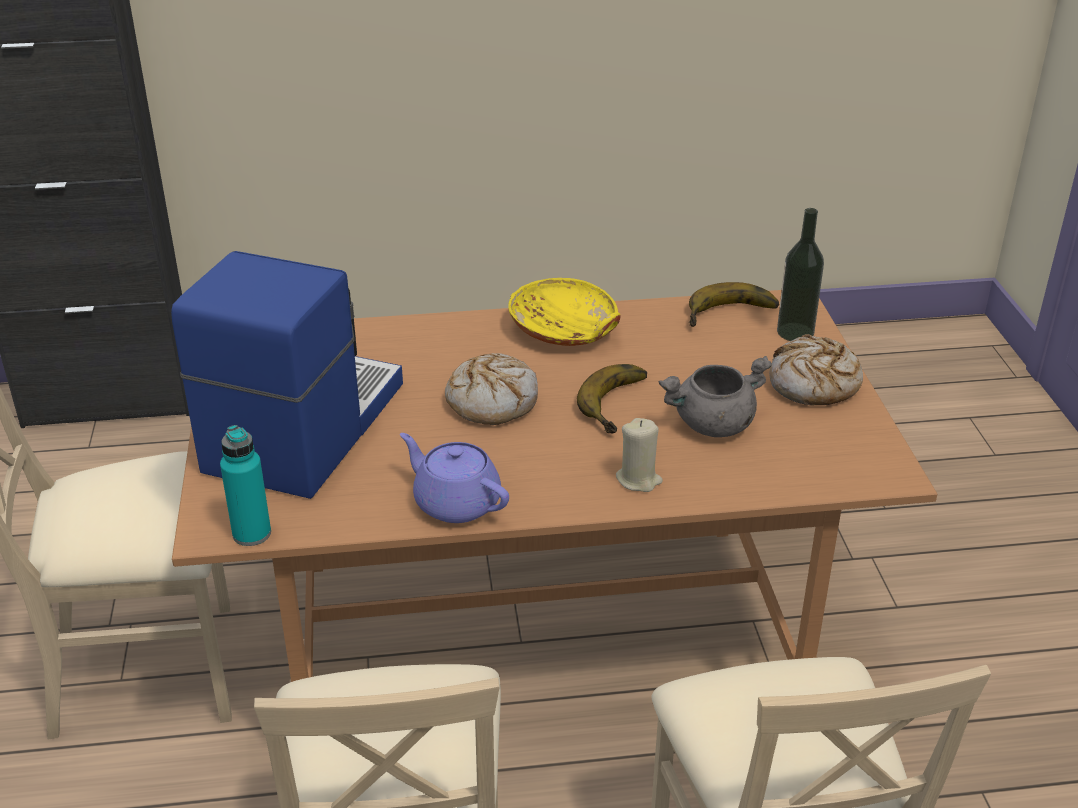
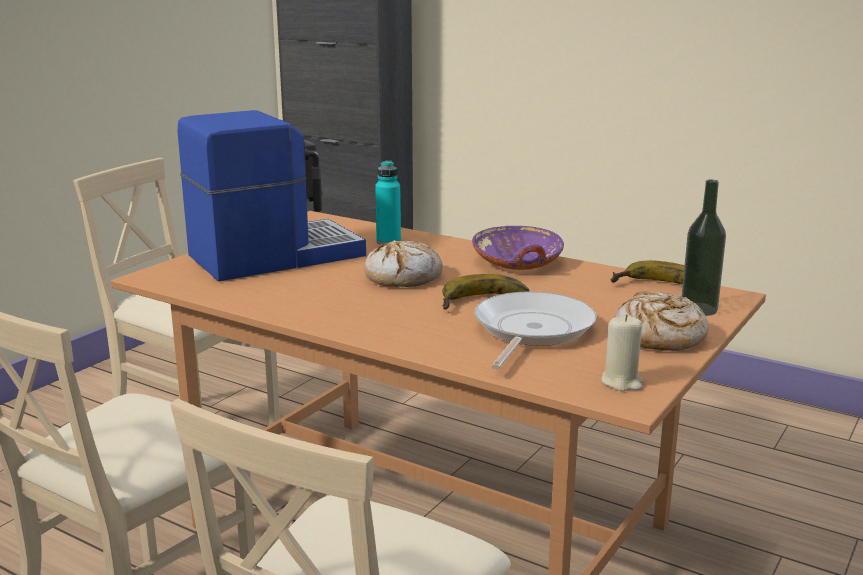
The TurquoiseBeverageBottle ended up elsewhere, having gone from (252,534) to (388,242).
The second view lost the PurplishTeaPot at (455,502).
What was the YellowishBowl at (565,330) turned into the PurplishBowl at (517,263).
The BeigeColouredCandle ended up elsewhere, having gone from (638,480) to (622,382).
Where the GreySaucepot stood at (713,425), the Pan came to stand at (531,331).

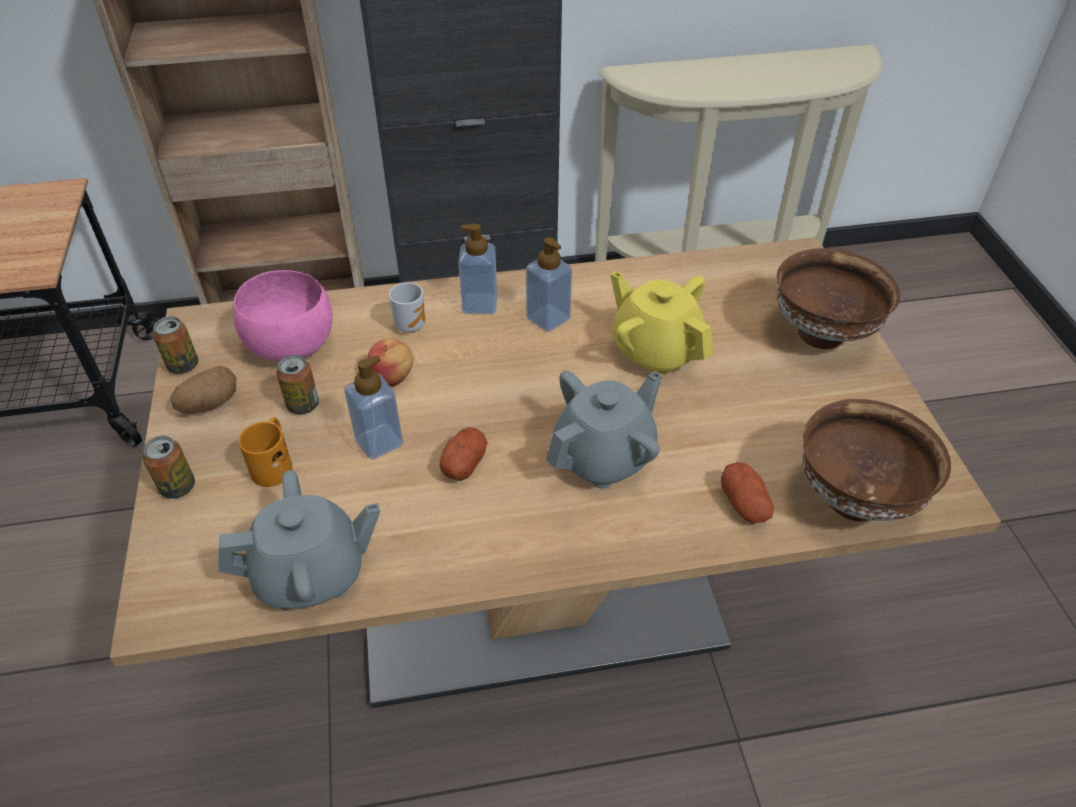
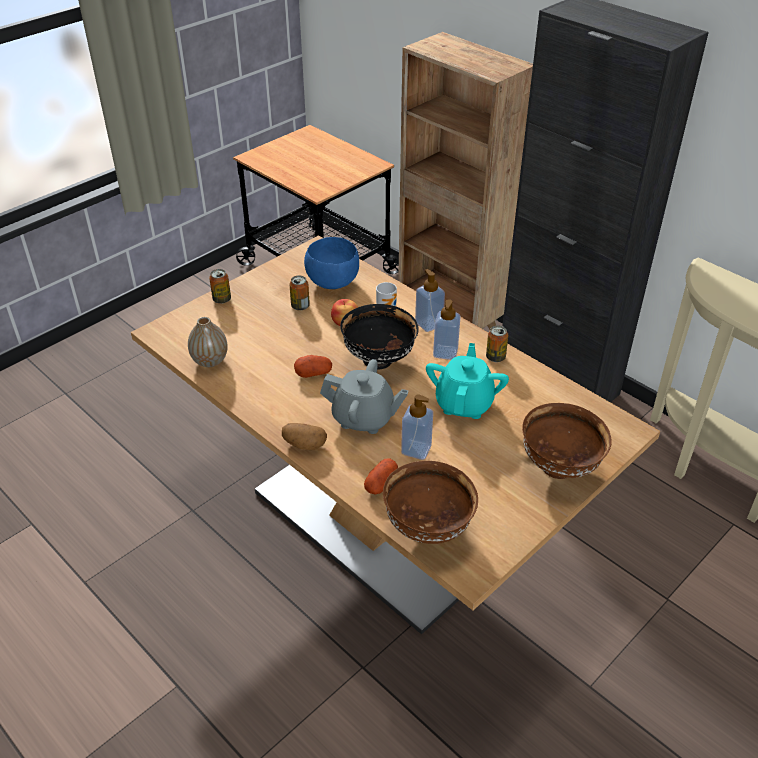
The MetalCan ended up elsewhere, having gone from (183,365) to (495,357).
The WholePotato ended up elsewhere, having gone from (209,404) to (304,445).
Where the GreyTeaPot stood at (311,574), the FlowerVase came to stand at (210,361).
What was the PinkishBowl at (290,346) turned into the BlueColouredBowl at (332,282).
The second view lost the OrangeyMug at (274,463).
The SoapDispenser ended up elsewhere, having gone from (379,442) to (416,449).
What was the YellowishTeaPot at (656,351) turned into the TurquoiseTeaPot at (464,403).
The second view gained the BlackishBowl at (379,359).

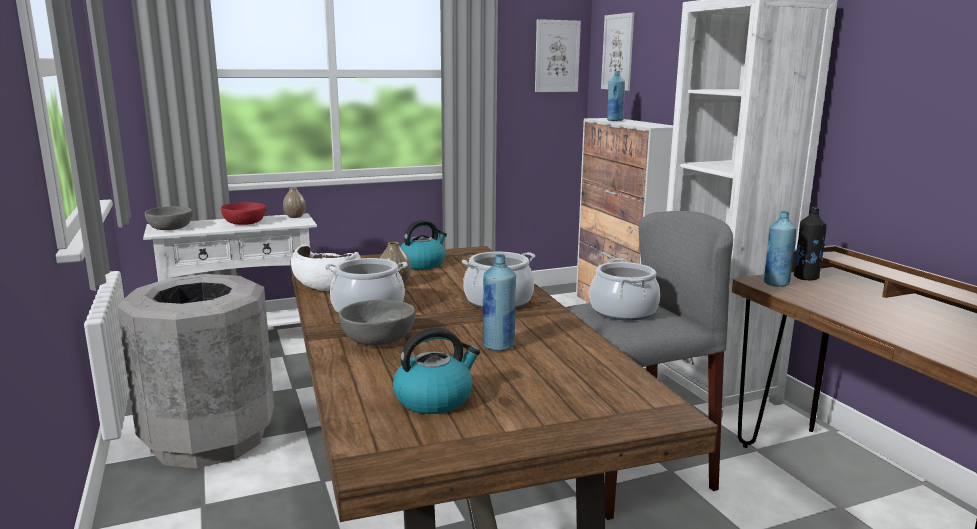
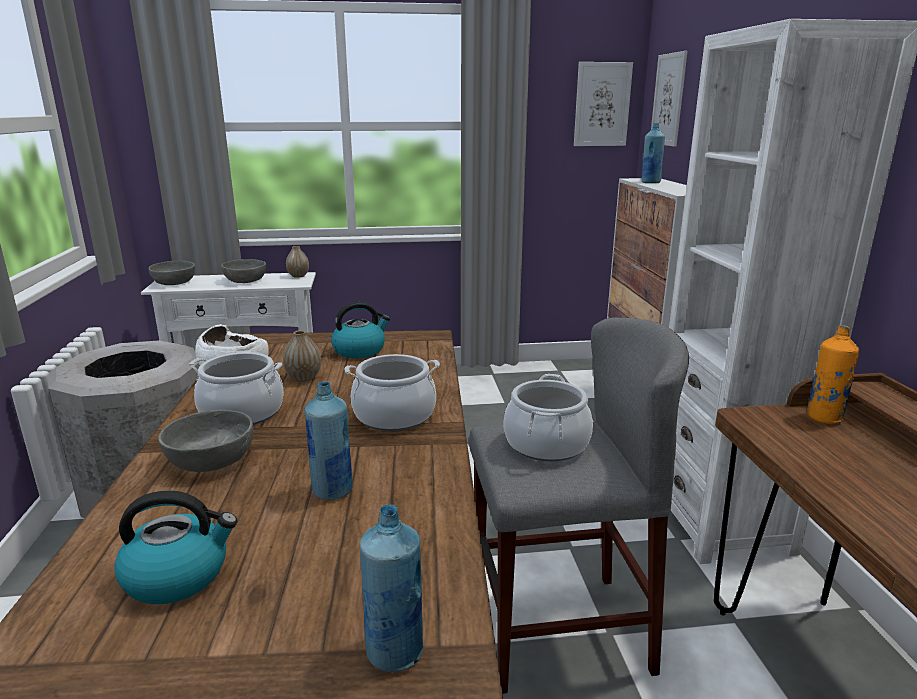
What was the ReddishBowl at (245,222) turned into the GreyBowl at (246,280).
The BlueColouredBeverageBottle ended up elsewhere, having gone from (776,283) to (395,651).
What was the BlackishBeverageBottle at (806,277) turned into the OrangeyBeverageBottle at (824,418).

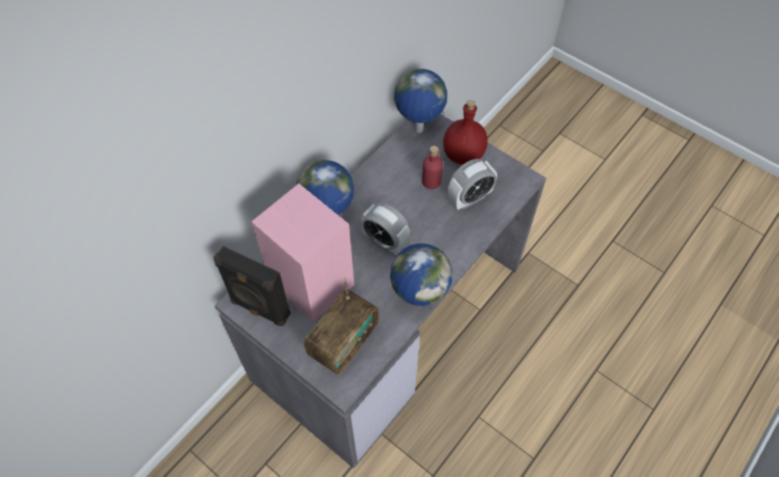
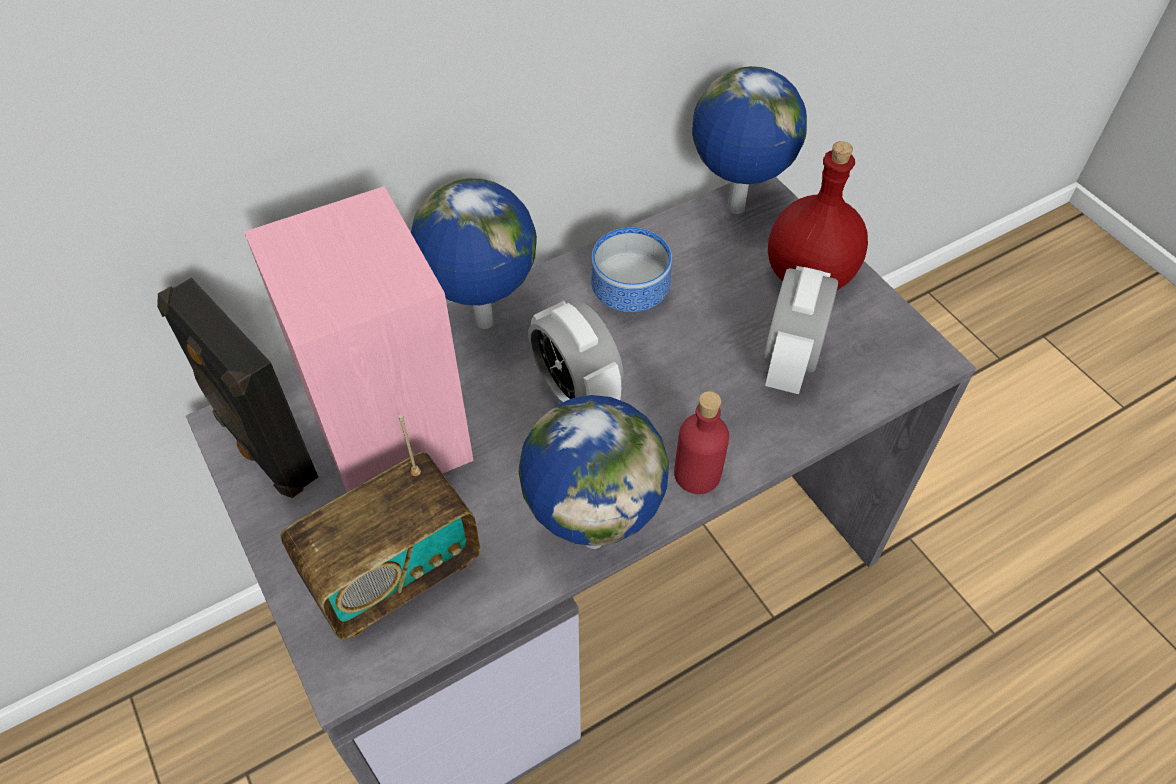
The ReddishBeverageBottle ended up elsewhere, having gone from (431,181) to (697,474).
The TableClock at (469,198) ended up facing another way, 120 degrees clockwise from before.
The second view gained the Bowl at (633,293).

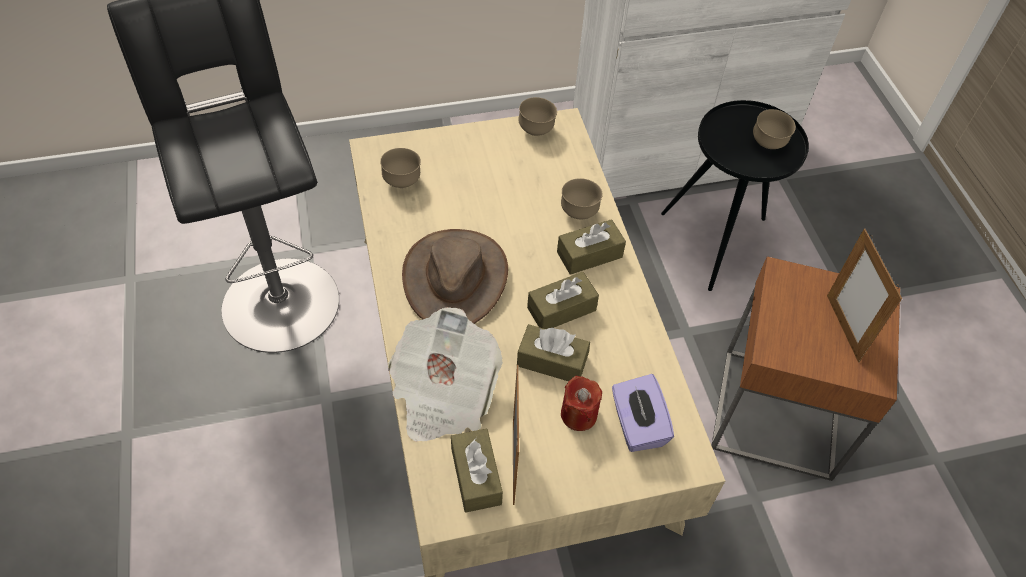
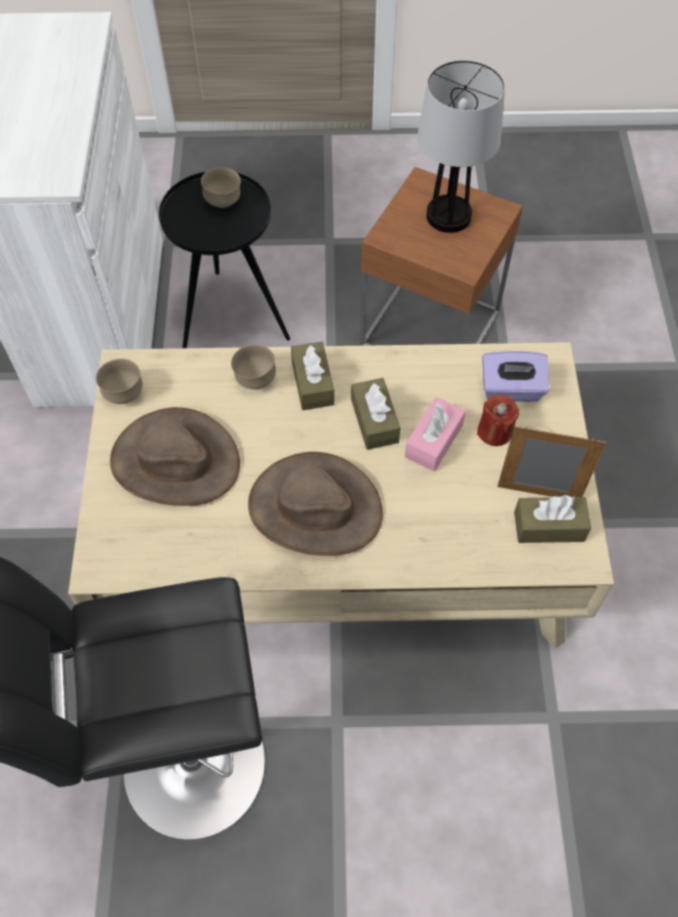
The second view lost the BrownBowl at (402,182).
The second view lost the DailyPaper at (443,393).
What was the BrownBoxOfTissues at (552,361) turned into the PinkishBoxOfTissues at (433,441).
Where the PictureFrame stood at (843,328), the TabletopLamp came to stand at (449,215).
The second view gained the BrownHat at (175,461).

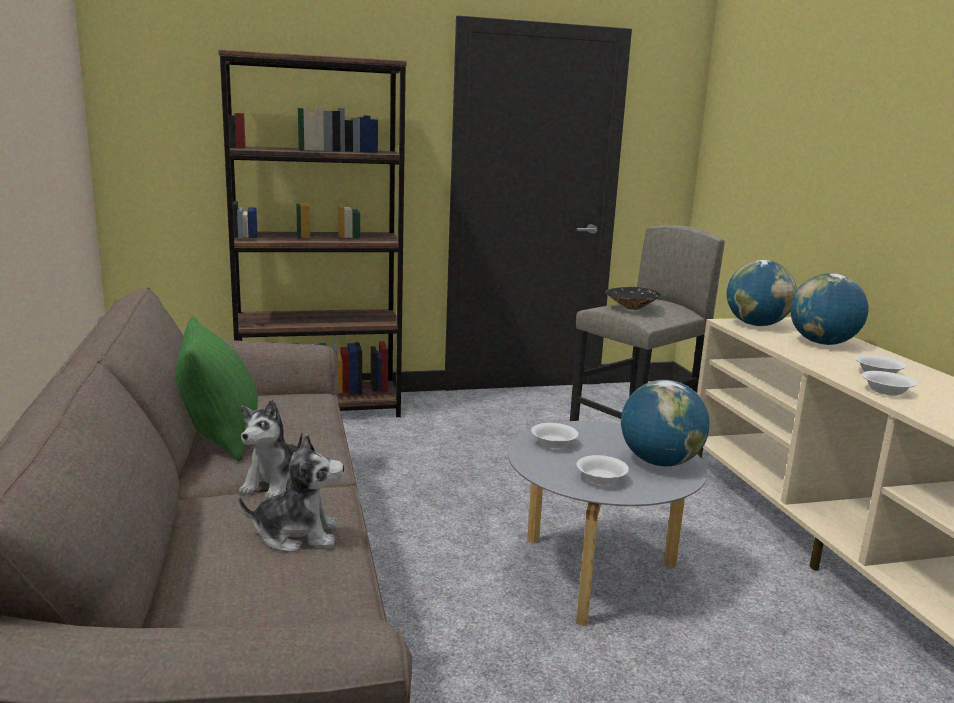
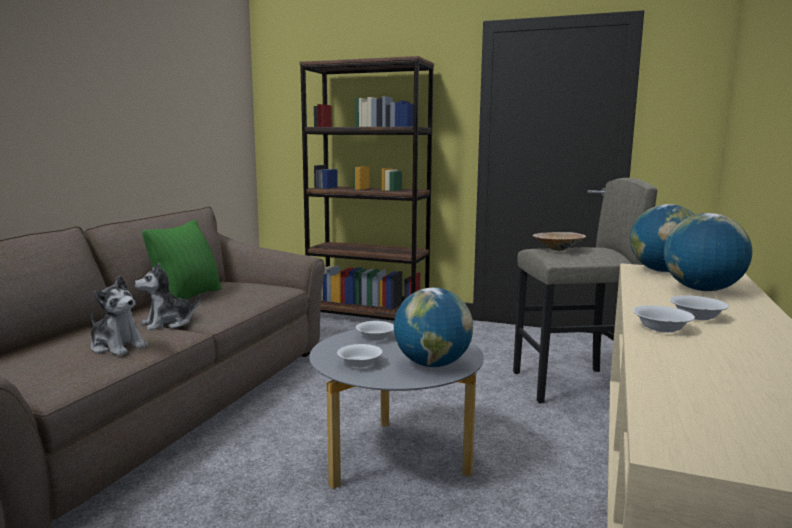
What was the BlackishBowl at (630,308) turned into the BeigeColouredBowl at (557,249).

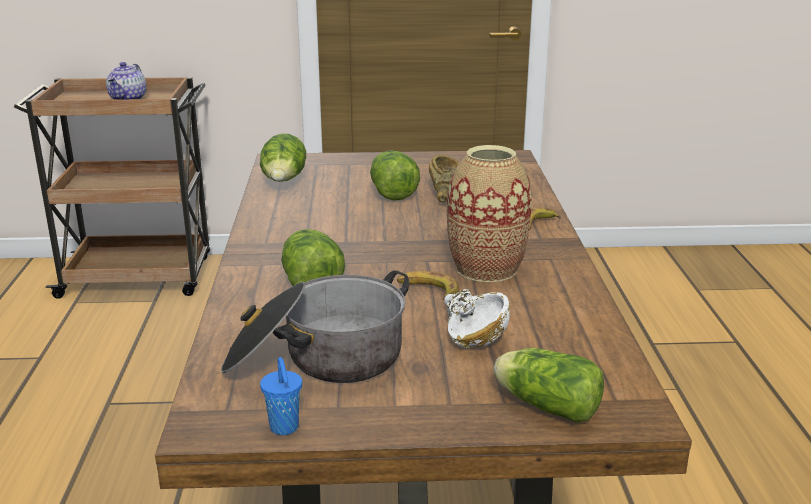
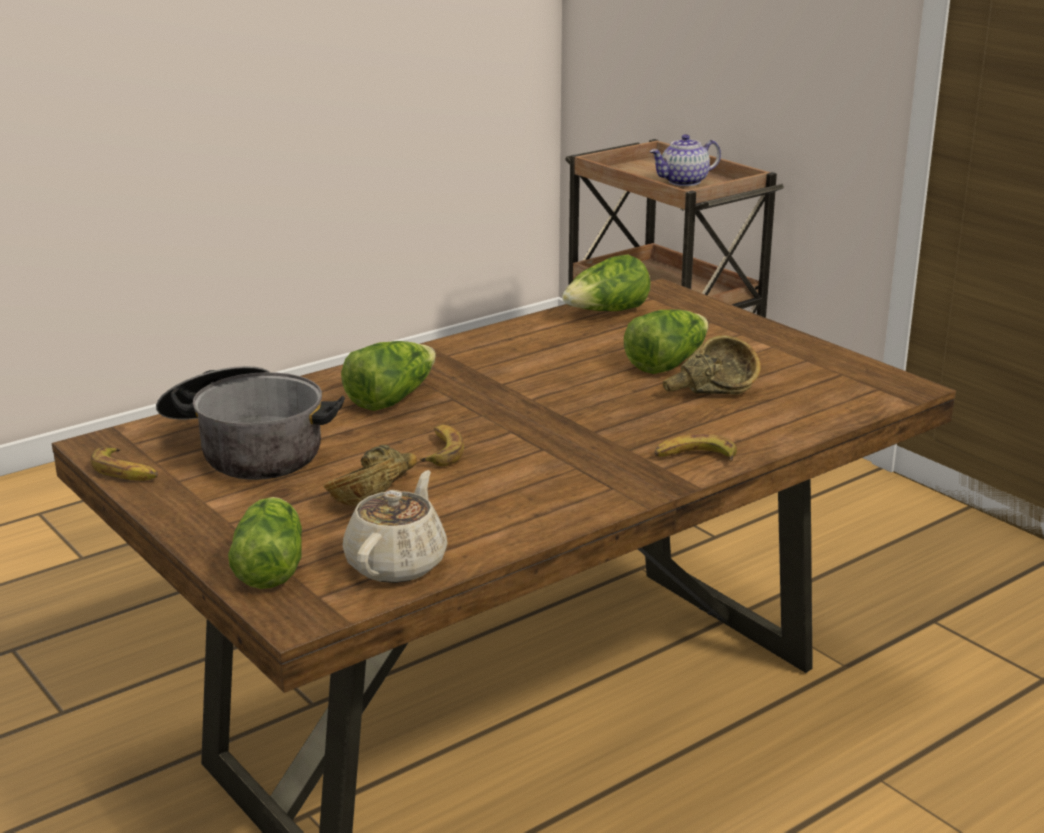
Where the BlueColouredSmallCup stood at (284,428), the BananaFruit came to stand at (126,472).
What was the WhiteColouredBowl at (467,332) turned into the BrownBowl at (374,493).
The second view lost the FlowerVase at (486,268).
The second view gained the BeigeColouredTeaPot at (397,563).

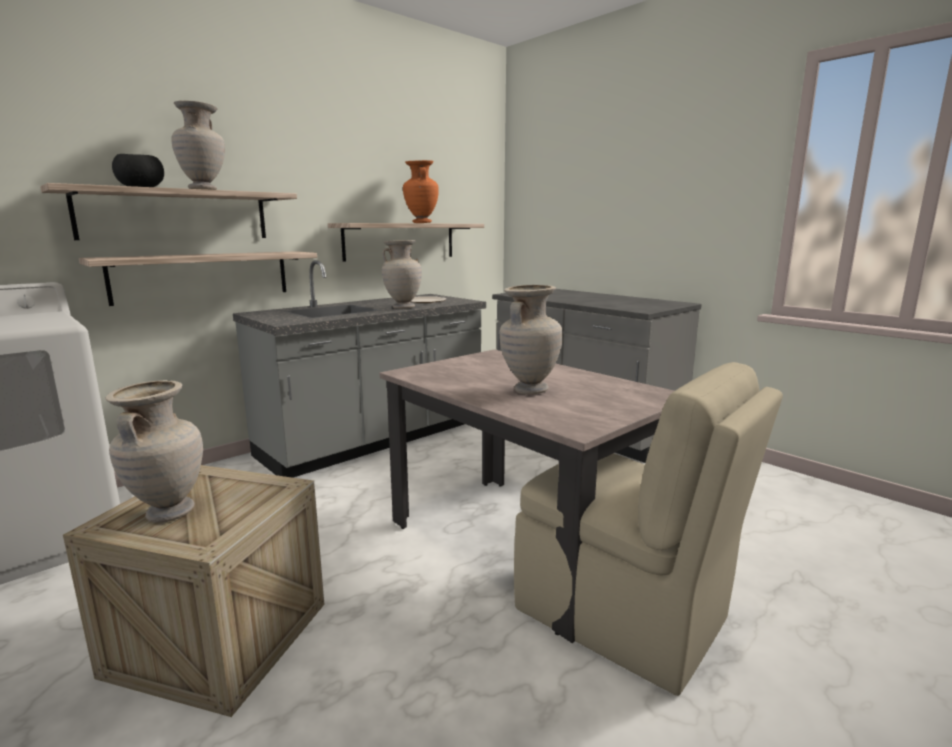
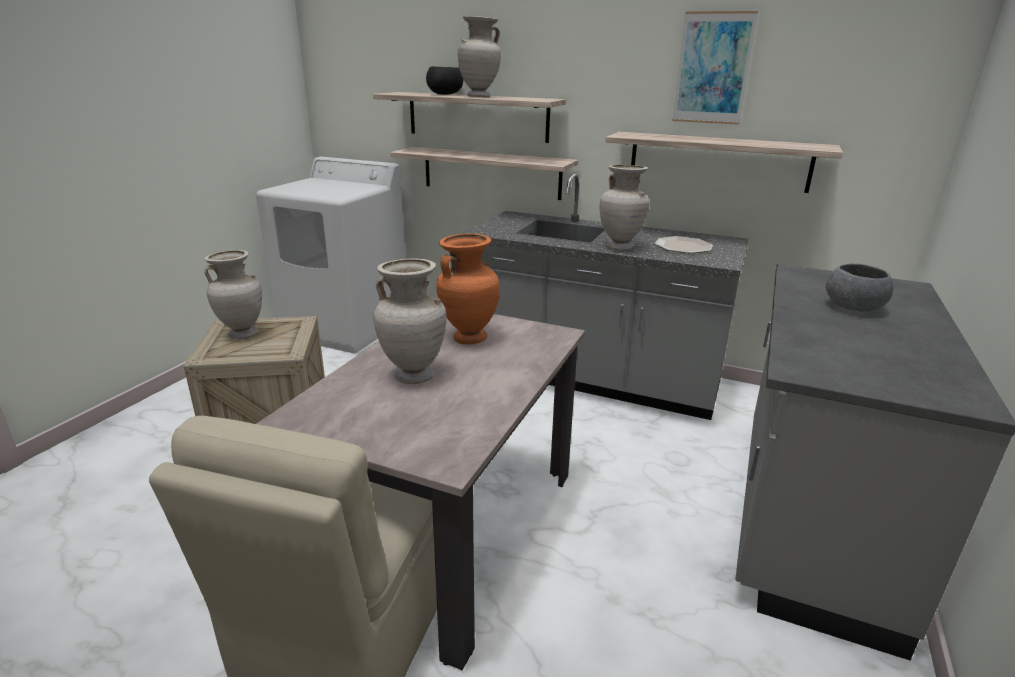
The OrangeyFlowerVase ended up elsewhere, having gone from (421,223) to (468,338).
The second view gained the Picture at (713,68).
The second view gained the GreyBowl at (853,308).

